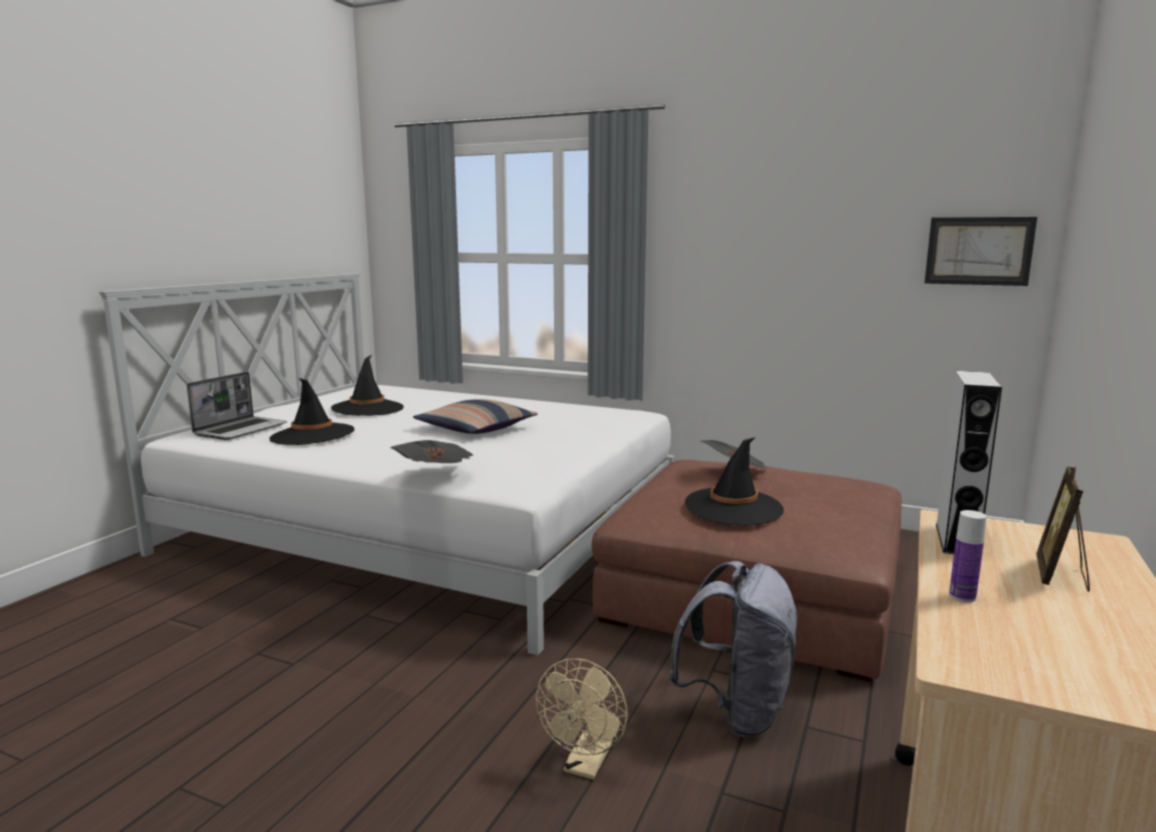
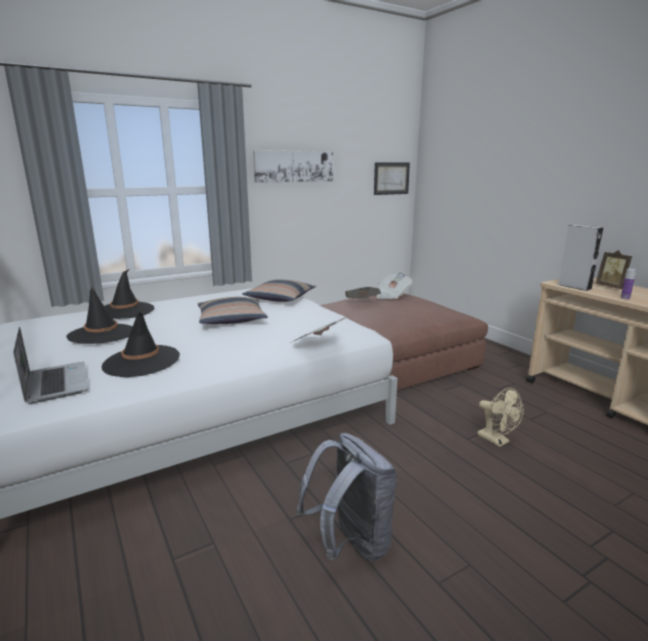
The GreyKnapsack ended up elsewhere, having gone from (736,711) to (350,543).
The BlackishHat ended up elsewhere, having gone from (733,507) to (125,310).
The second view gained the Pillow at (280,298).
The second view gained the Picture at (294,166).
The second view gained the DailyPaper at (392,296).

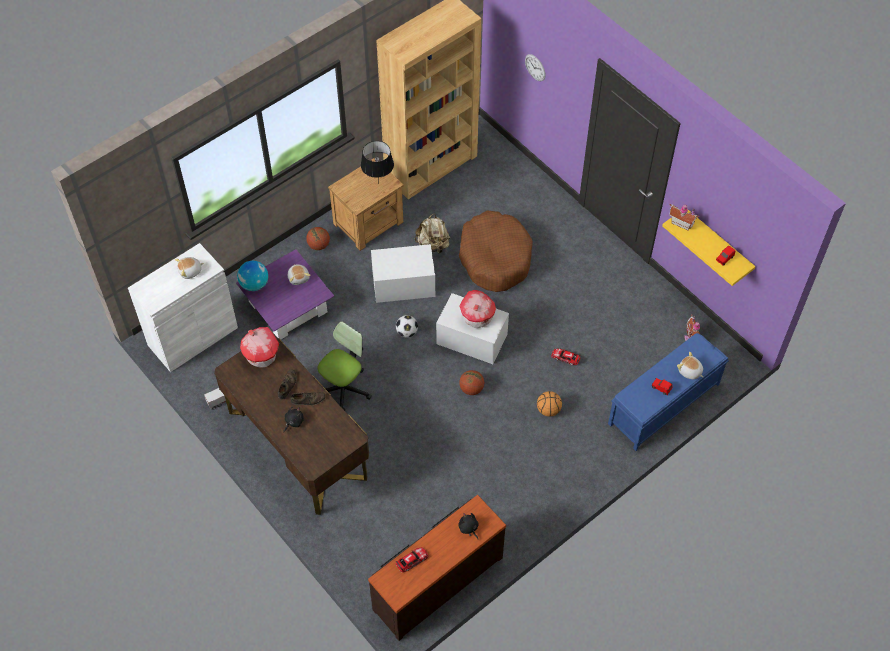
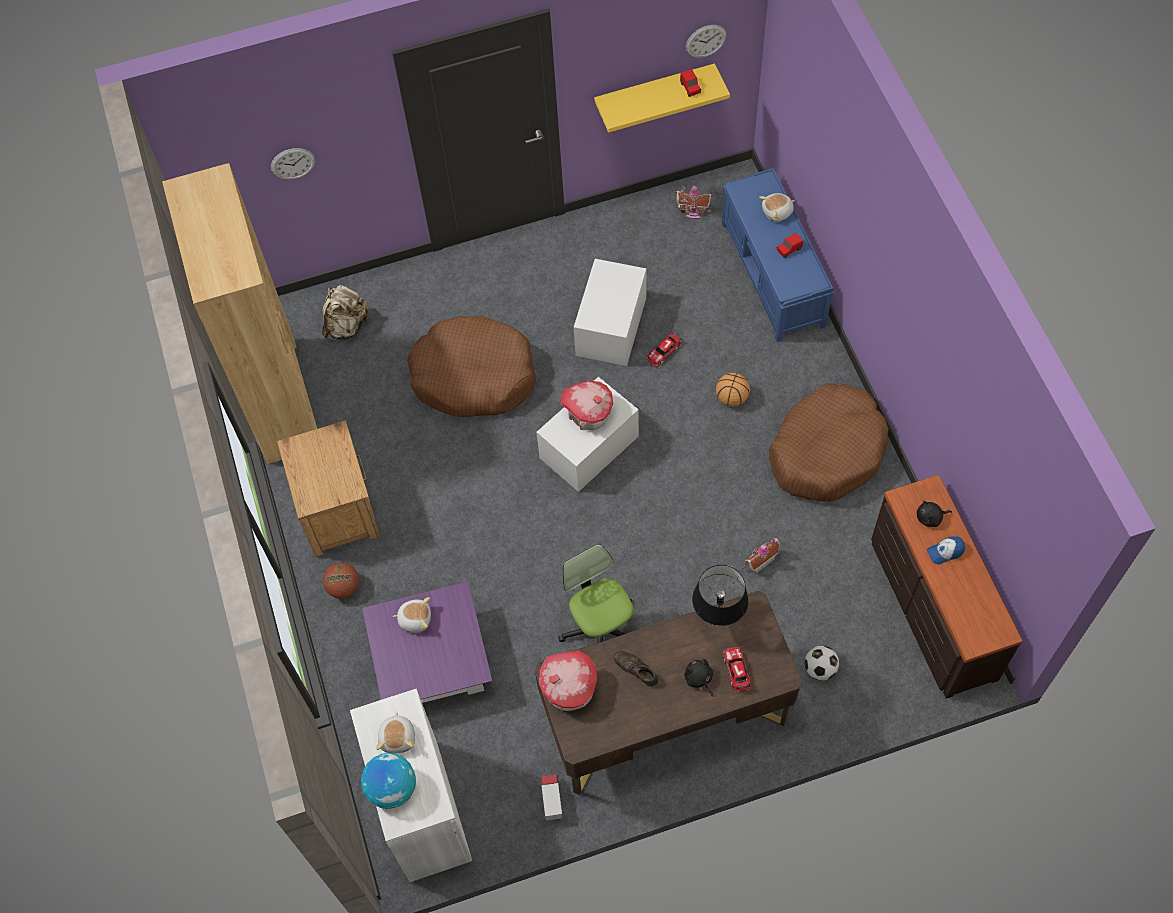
The WorldGlobe ended up elsewhere, having gone from (254,284) to (392,787).
The second view lost the BrownItemOfFootwear at (308,400).
The BlackishTabletopLamp ended up elsewhere, having gone from (378,184) to (718,619).
The WhiteColouredStorageBin ended up elsewhere, having gone from (403,284) to (611,326).
The Football ended up elsewhere, having gone from (407,332) to (820,669).
The ToyCar ended up elsewhere, having gone from (412,560) to (736,670).
The BeigeColouredKnapsack ended up elsewhere, having gone from (433,245) to (347,326).
The second view lost the BallForBasketball at (471,389).
The ToyHouse ended up elsewhere, having gone from (681,222) to (759,561).
The second view gained the WallClock at (706,41).
The second view gained the BrownPetBed at (826,451).
The second view gained the Cap at (945,552).

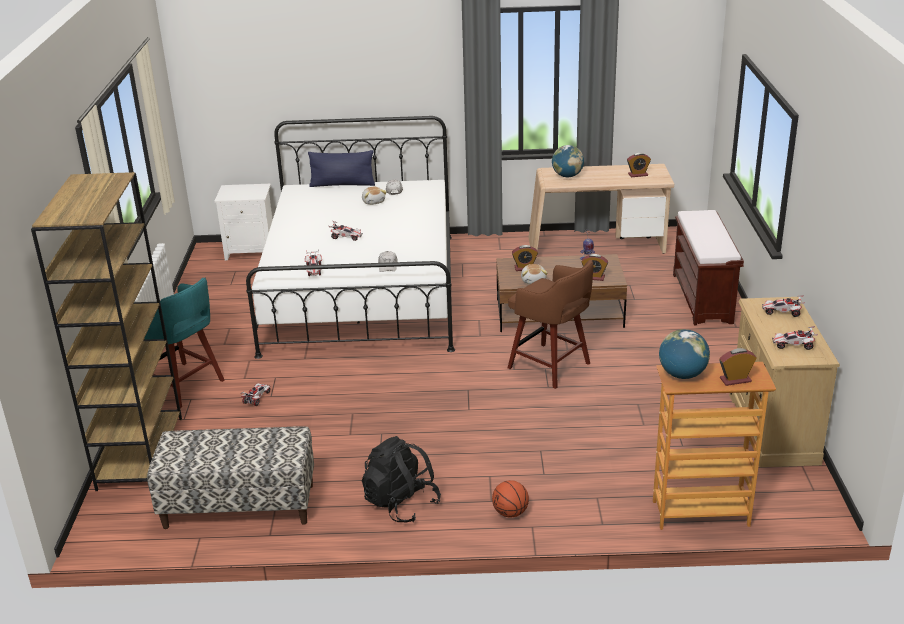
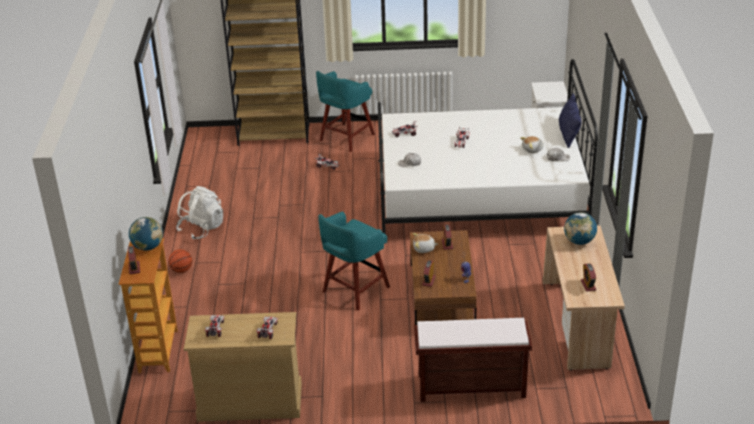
The second view lost the LongSeat at (239,506).
What was the BlackishKnapsack at (401,504) turned into the WhiteColouredKnapsack at (202,228).
What was the BrownSittingStool at (551,367) turned into the TurquoiseSittingStool at (354,290).

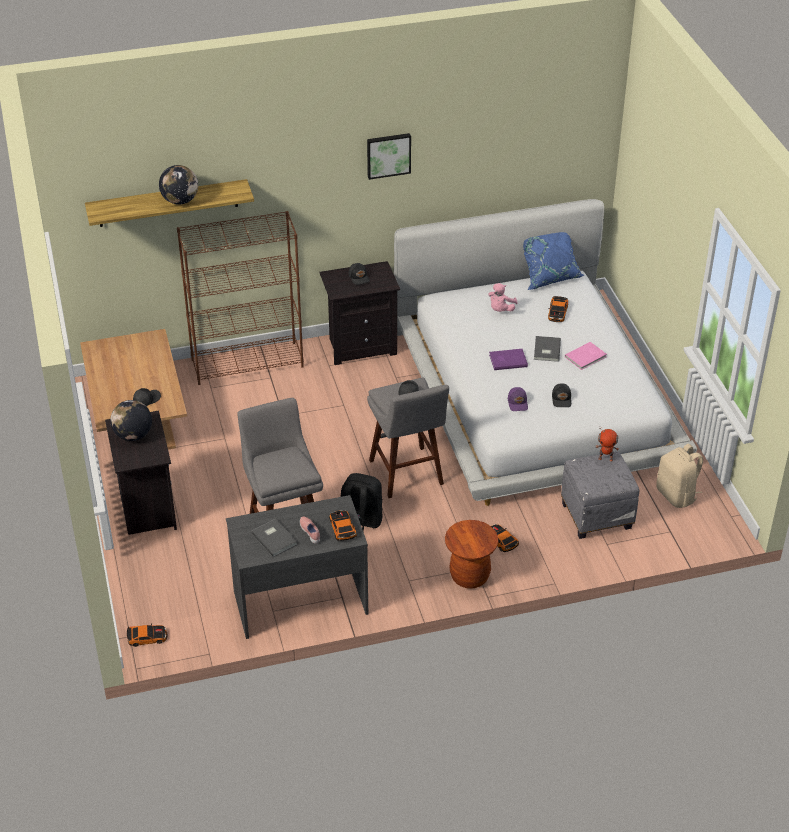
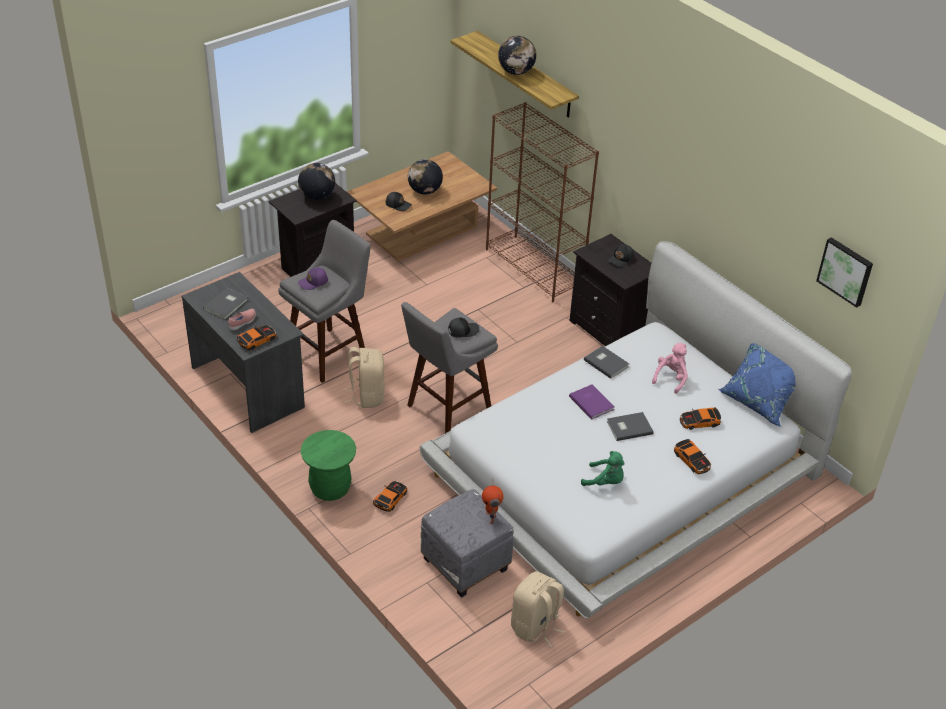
The ToyCar ended up elsewhere, having gone from (147,637) to (692,460).
What was the BlackishKnapsack at (360,521) turned into the BeigeColouredKnapsack at (366,396).
The Picture ended up elsewhere, having gone from (388,155) to (846,271).
What was the BrownSittingStool at (469,576) turned into the GreenColouredSittingStool at (330,488).
The PinkishSoftToy at (501,310) ended up facing another way, 120 degrees clockwise from before.
The PurplishCap ended up elsewhere, having gone from (518,403) to (313,282).
The second view lost the BlackishCap at (562,399).
The second view lost the PinkishVolume at (586,357).
The second view gained the WorldGlobe at (424,191).
The second view gained the GreenColouredSoftToy at (605,481).
The second view gained the GreyVolume at (606,362).

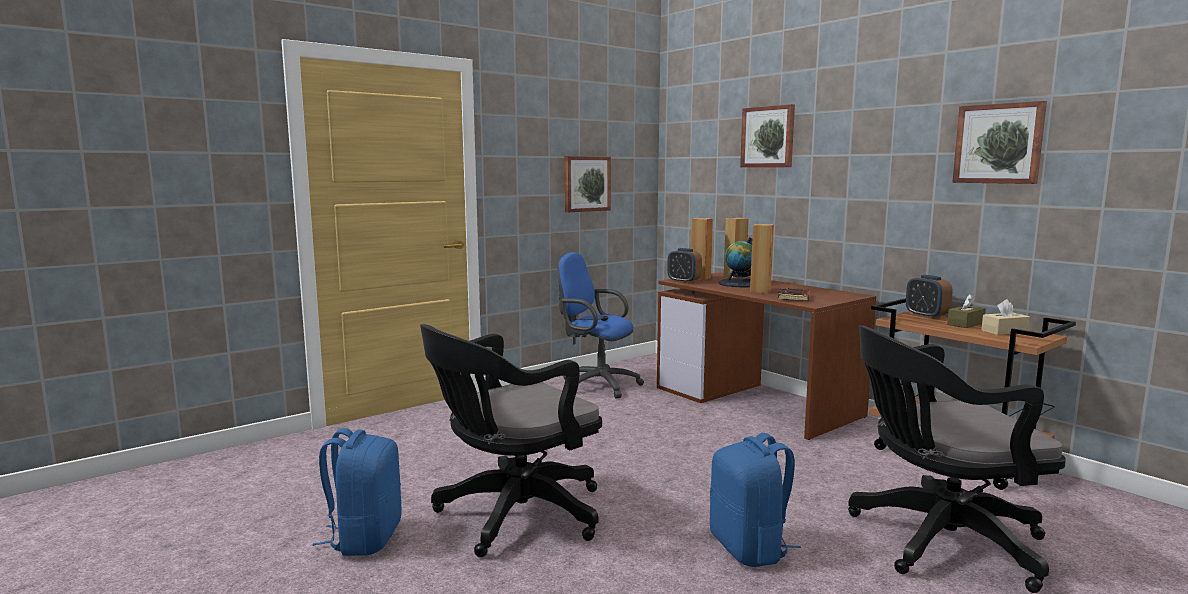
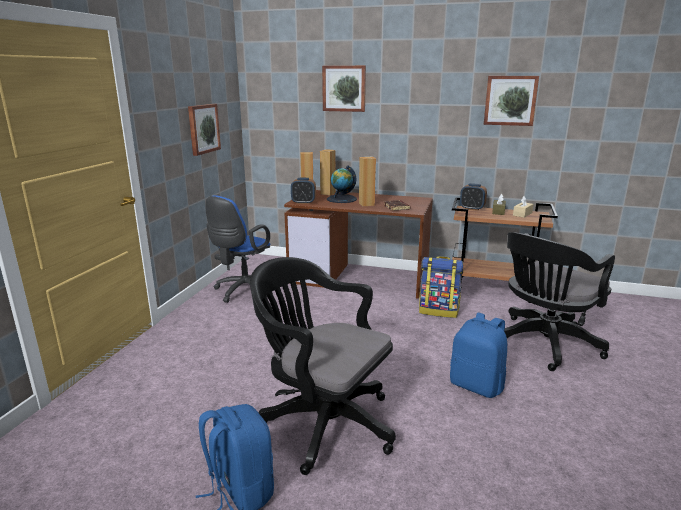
The BlackishComputerChair at (513,516) ended up facing another way, 105 degrees clockwise from before.
The BlueColouredComputerChair at (596,385) ended up facing another way, 60 degrees counterclockwise from before.
The second view gained the Knapsack at (439,311).

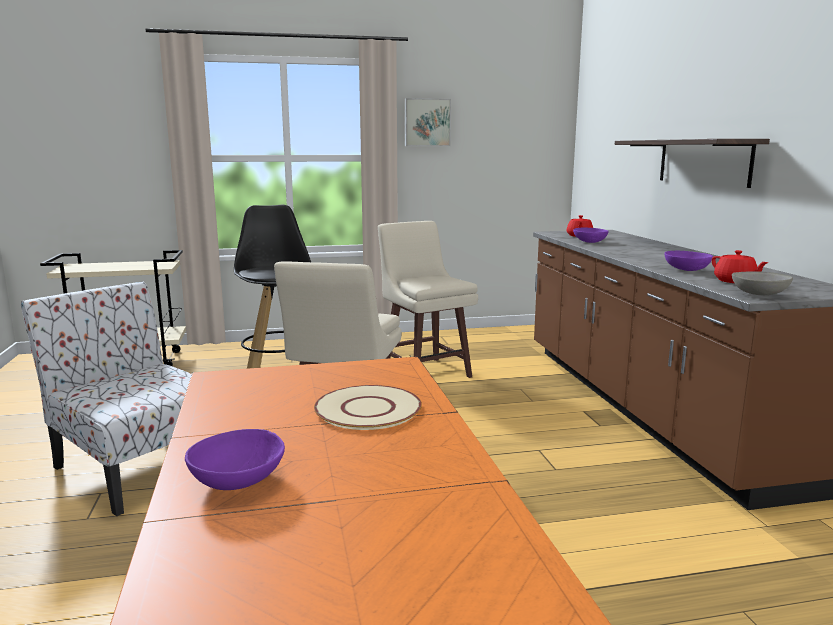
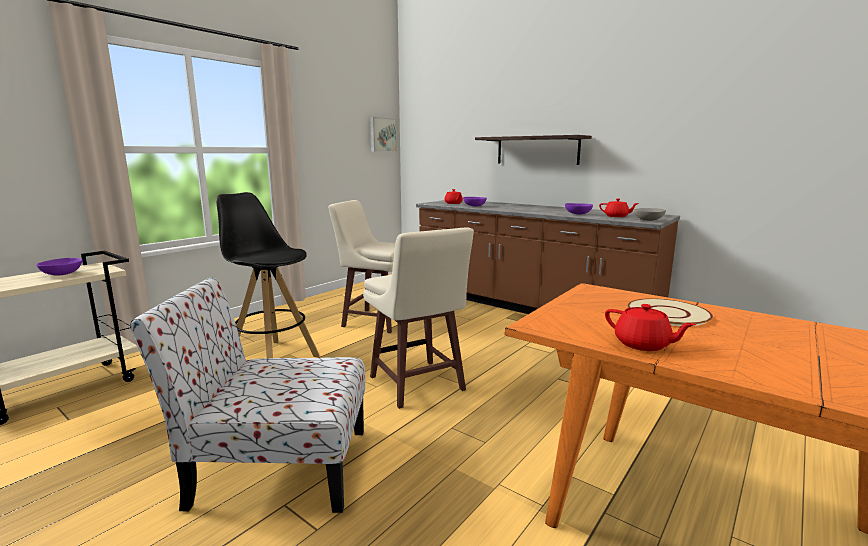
The PurplishBowl ended up elsewhere, having gone from (237,481) to (61,274).
The Picture ended up elsewhere, having gone from (427,122) to (382,135).
The second view gained the ReddishTeaPot at (643,344).

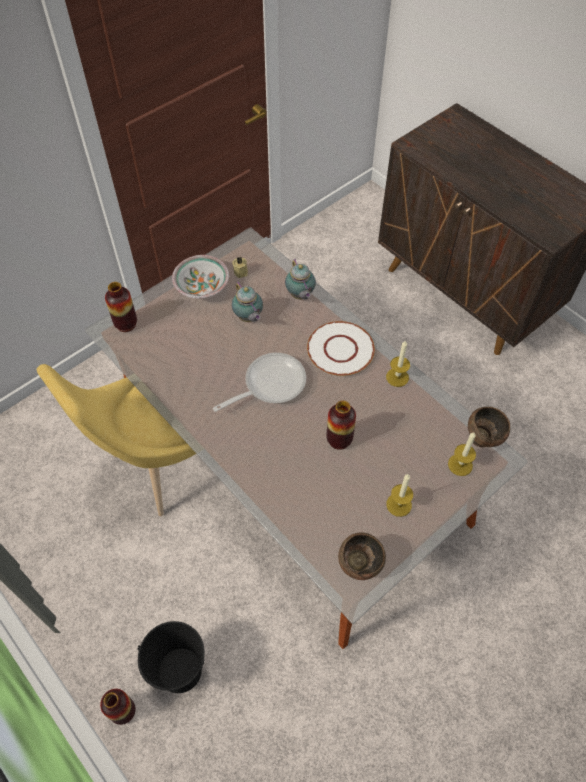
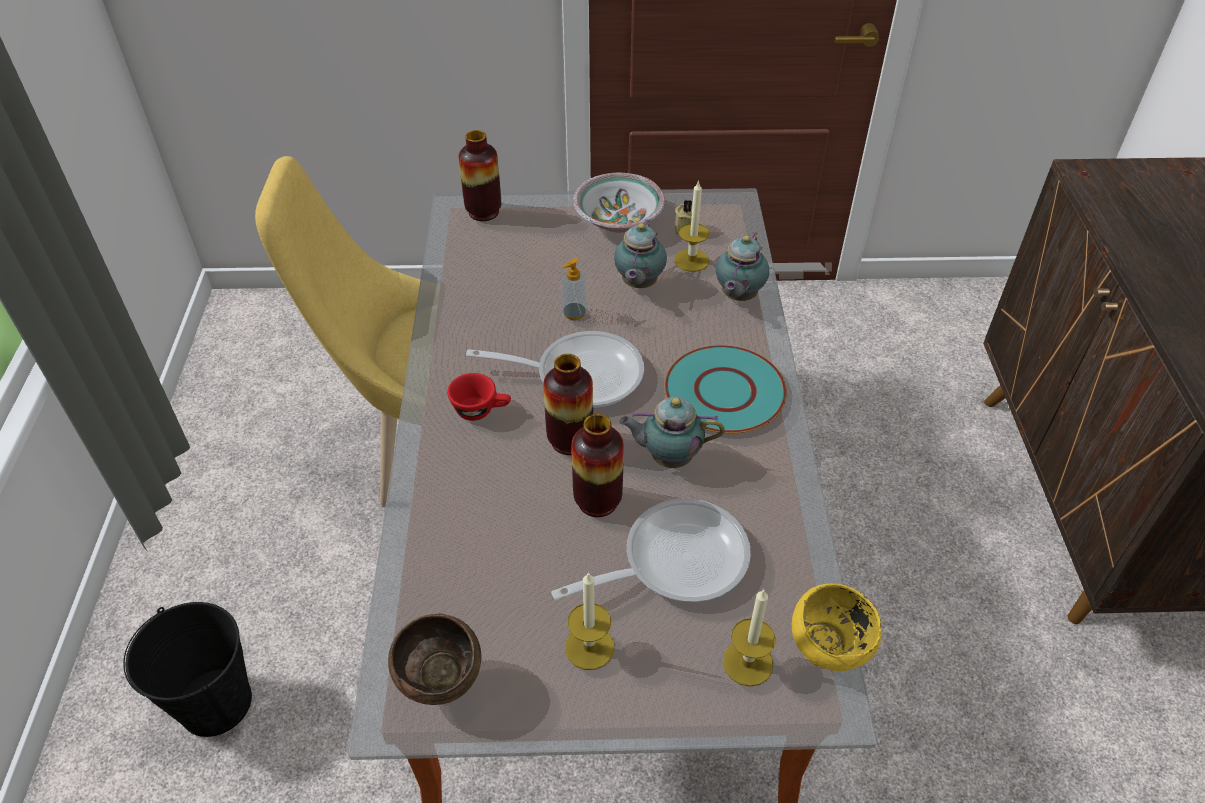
The FlowerVase ended up elsewhere, having gone from (123,711) to (570,440).
What was the WhiteColouredDinnerPlate at (340,350) turned into the TurquoiseDinnerPlate at (723,391).
The Candle ended up elsewhere, having gone from (397,377) to (691,260).
What was the BrownBowl at (482,438) turned into the YellowishBowl at (827,652).
The second view gained the ReddishSmallCup at (481,410).
The second view gained the Pan at (674,561).
The second view gained the SoapDispenser at (574,313).
The second view gained the TeaPot at (668,457).

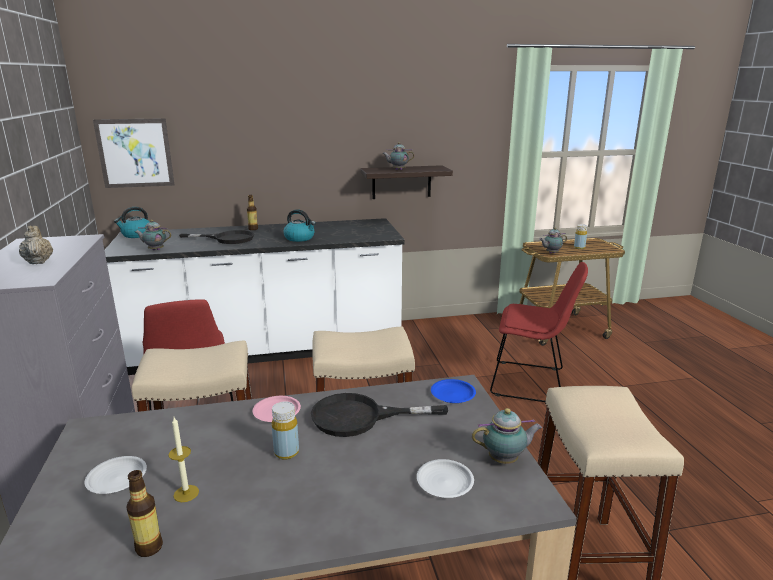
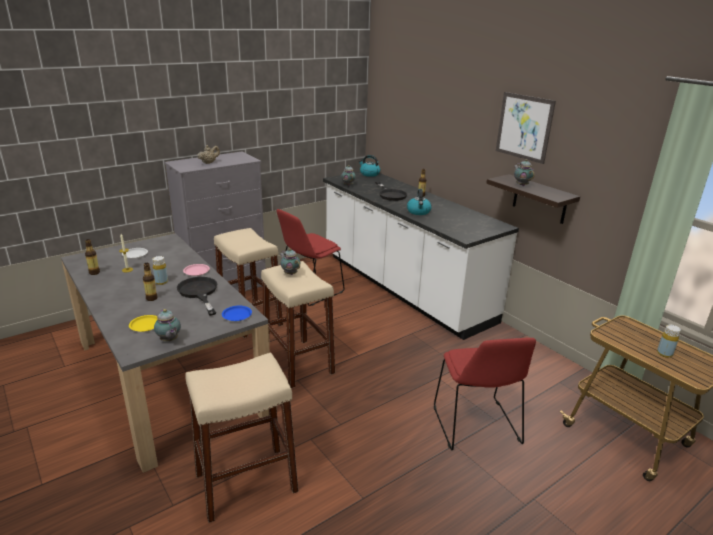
The Picture ended up elsewhere, having gone from (135,153) to (524,127).
What was the WhiteColouredDinnerPlate at (444,482) turned into the YellowishDinnerPlate at (145,325).
The TeaPot ended up elsewhere, having gone from (551,253) to (290,273).
The second view gained the BeverageBottle at (152,298).

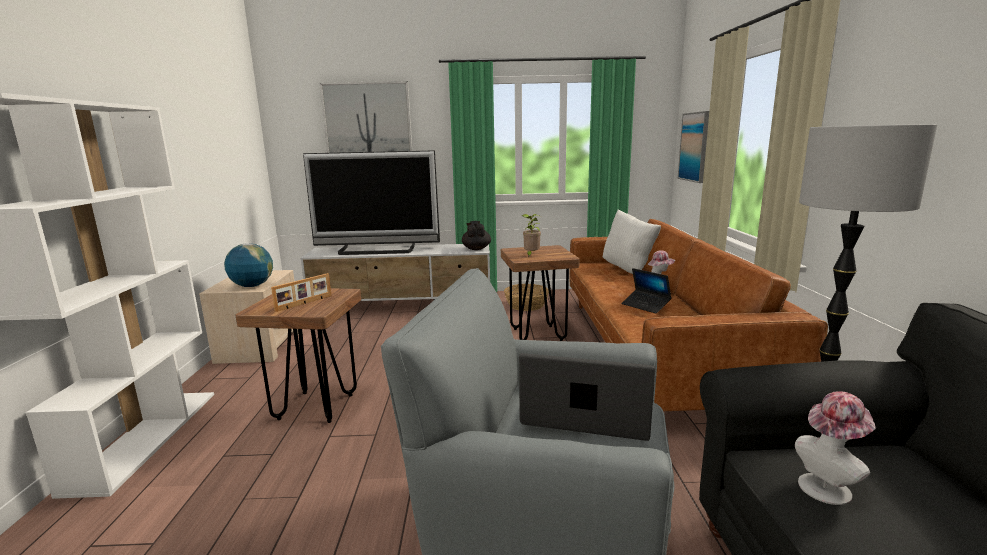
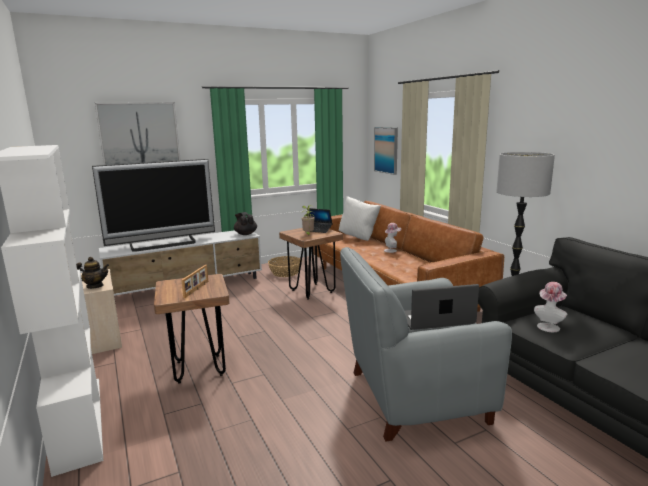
Where the WorldGlobe stood at (252,286), the TeaPot came to stand at (95,286).
The NotebookComputer ended up elsewhere, having gone from (645,305) to (318,230).

